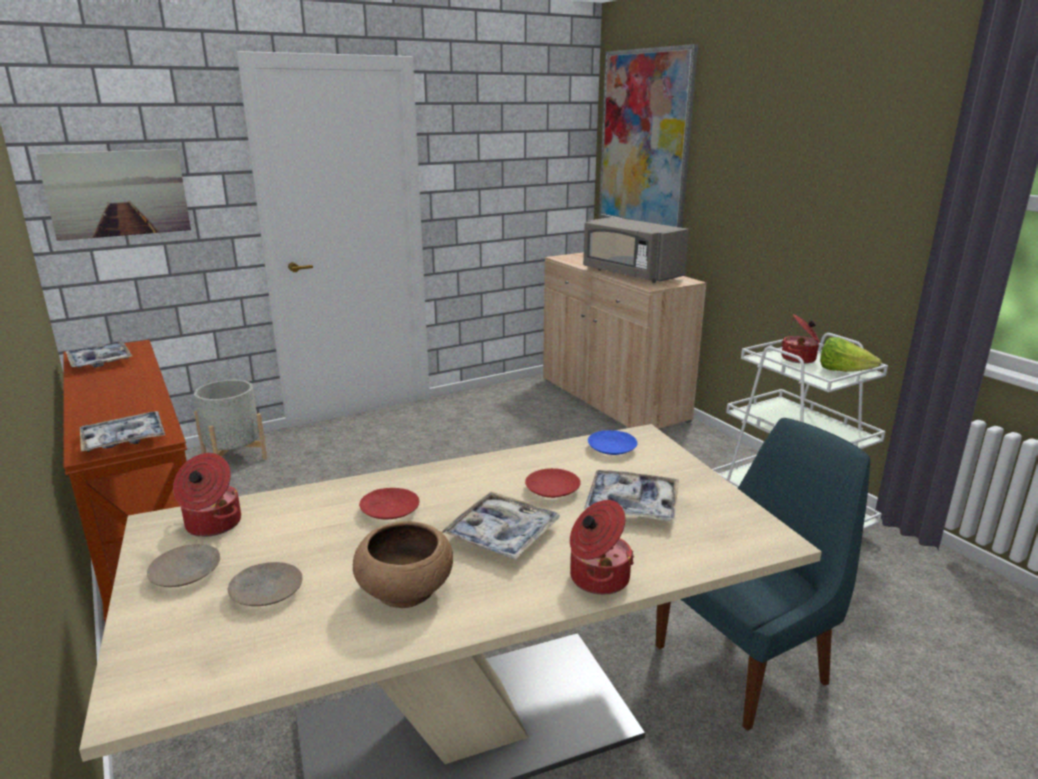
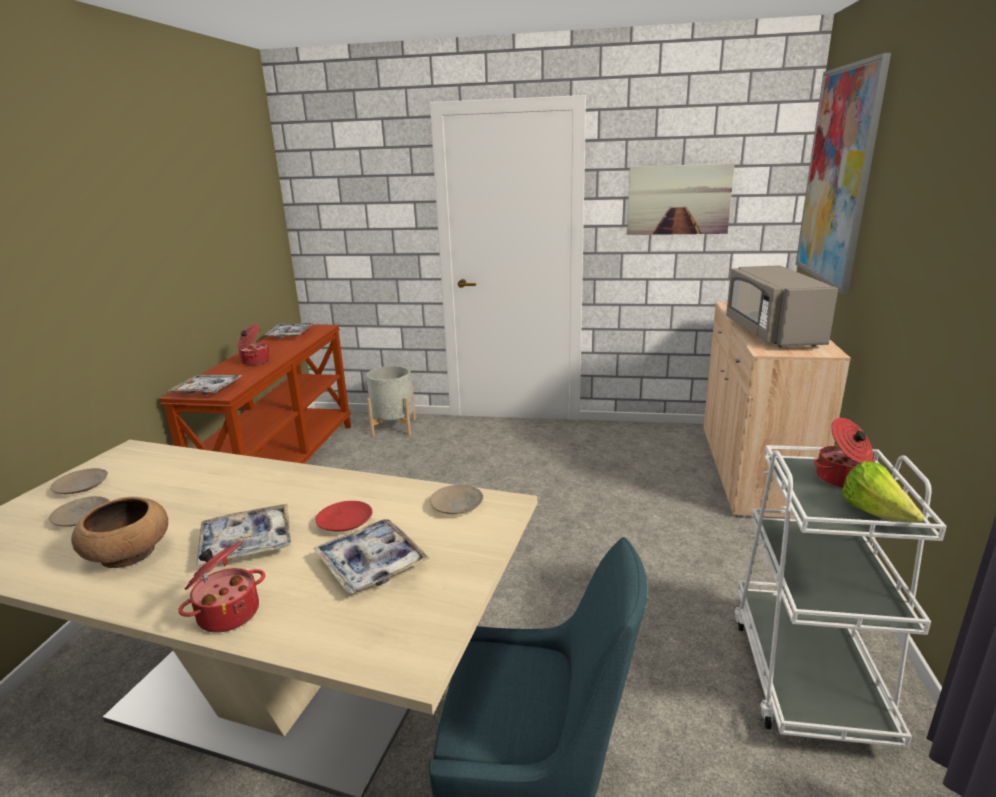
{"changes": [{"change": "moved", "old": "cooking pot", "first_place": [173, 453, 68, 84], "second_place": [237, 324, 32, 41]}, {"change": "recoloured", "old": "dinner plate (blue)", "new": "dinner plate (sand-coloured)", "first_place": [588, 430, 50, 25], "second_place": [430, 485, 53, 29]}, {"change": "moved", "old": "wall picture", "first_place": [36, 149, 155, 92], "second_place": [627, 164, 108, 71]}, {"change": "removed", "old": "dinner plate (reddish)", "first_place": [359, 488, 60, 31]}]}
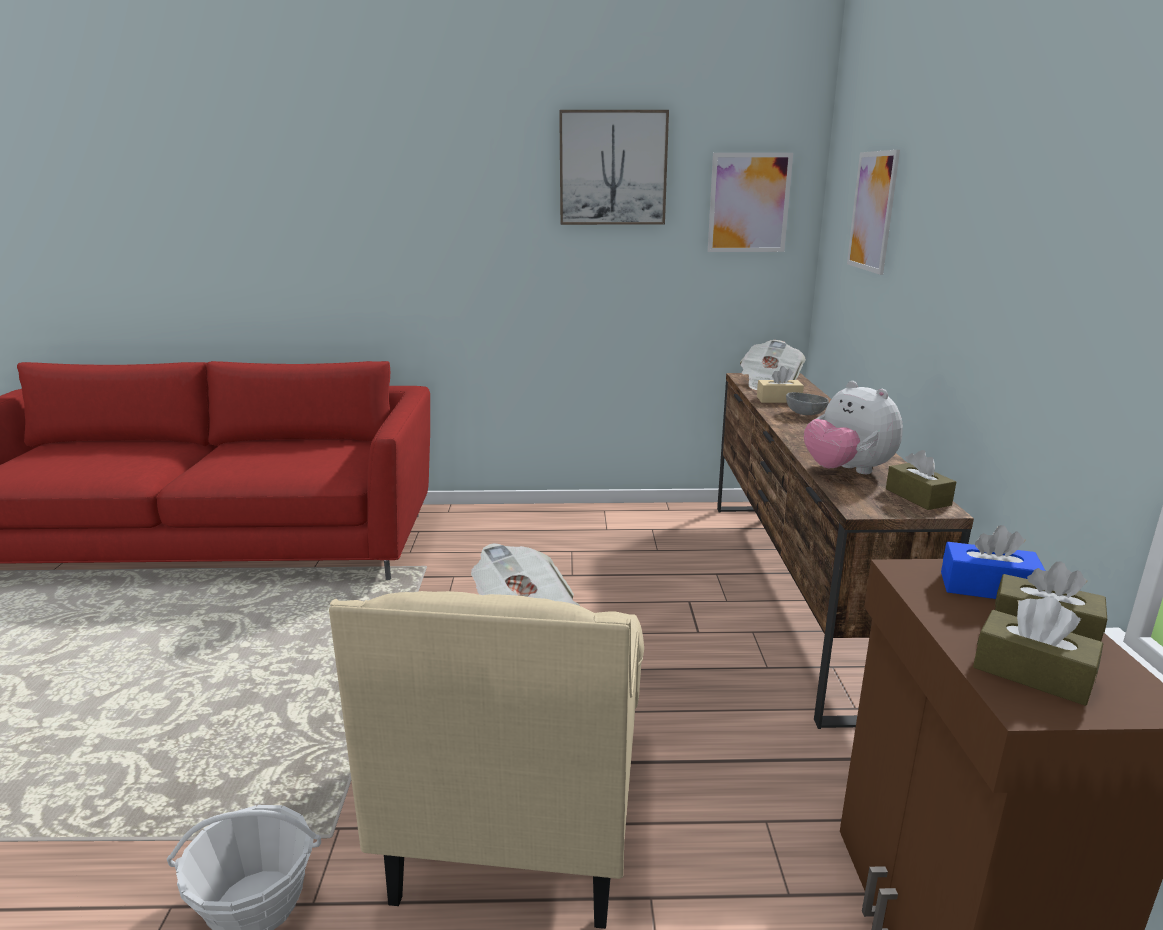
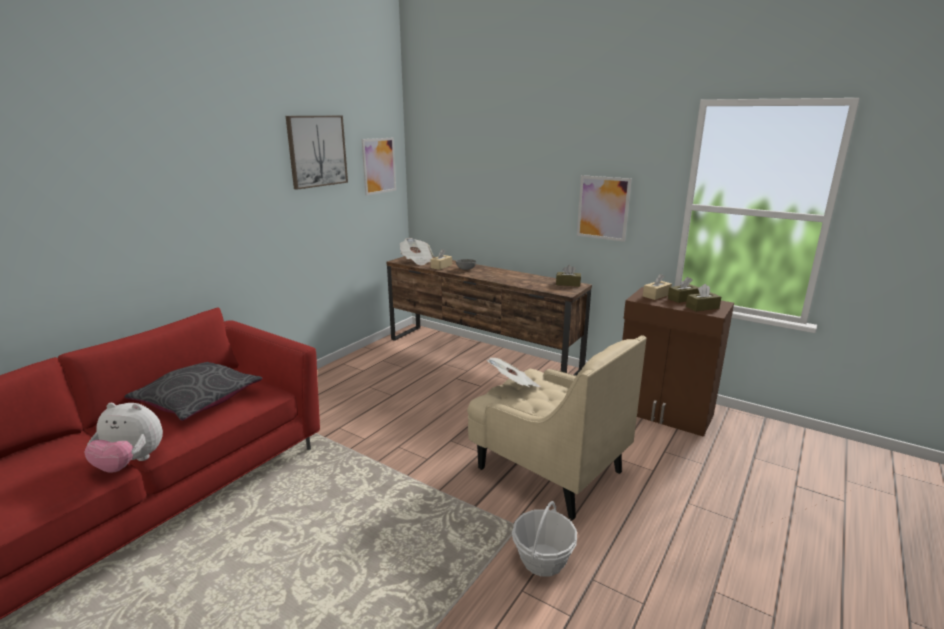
{"changes": [{"change": "moved", "old": "soft toy", "first_place": [804, 381, 99, 93], "second_place": [85, 403, 78, 70]}, {"change": "added", "new": "cushion (grey)", "second_place": [125, 362, 137, 59]}, {"change": "moved", "old": "wall picture", "first_place": [847, 150, 53, 125], "second_place": [577, 175, 55, 67]}, {"change": "recoloured", "old": "tissue box (blue)", "new": "tissue box (sand-coloured)", "first_place": [941, 525, 104, 74], "second_place": [643, 274, 29, 26]}]}
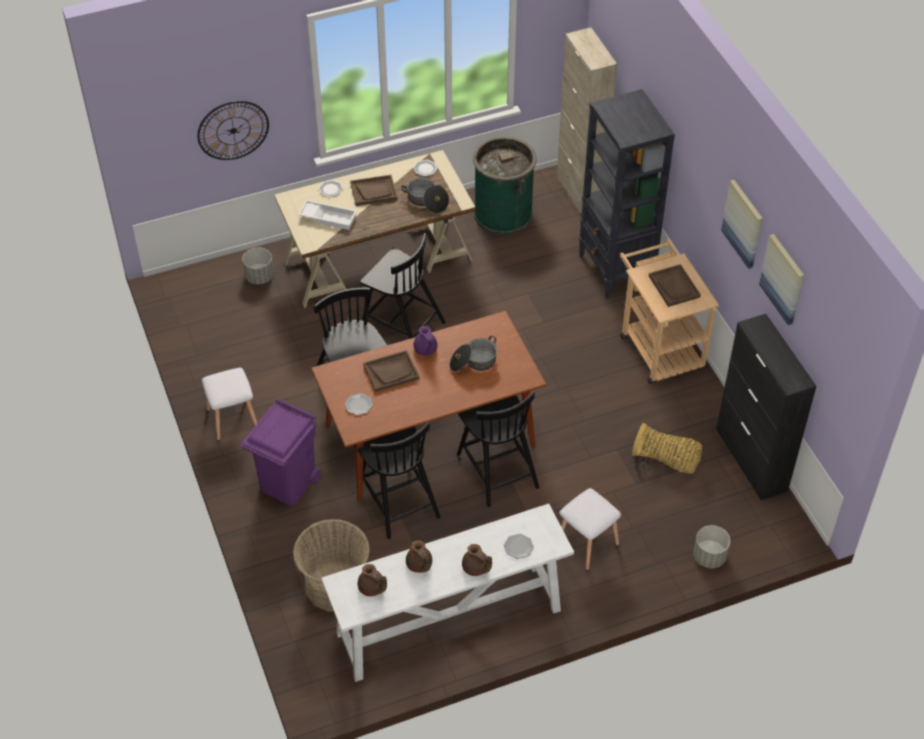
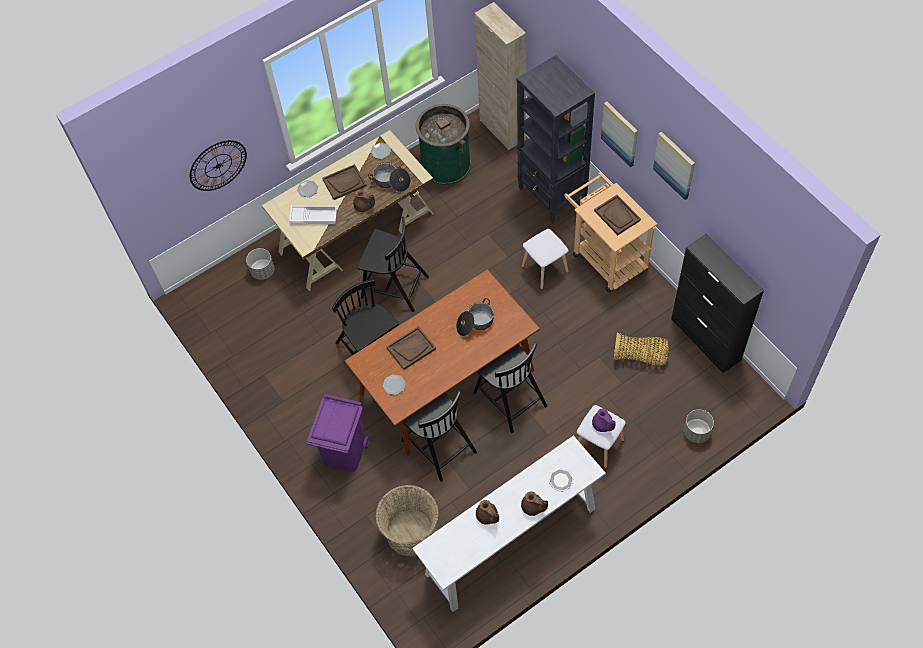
{"changes": [{"change": "moved", "old": "teapot (brown-coloured)", "first_place": [358, 564, 29, 32], "second_place": [353, 189, 22, 23]}, {"change": "moved", "old": "stool (white)", "first_place": [202, 368, 55, 73], "second_place": [522, 229, 47, 60]}, {"change": "moved", "old": "teapot (purple)", "first_place": [414, 326, 23, 30], "second_place": [592, 409, 24, 23]}, {"change": "moved", "old": "wall picture", "first_place": [759, 234, 45, 91], "second_place": [601, 102, 37, 65]}]}
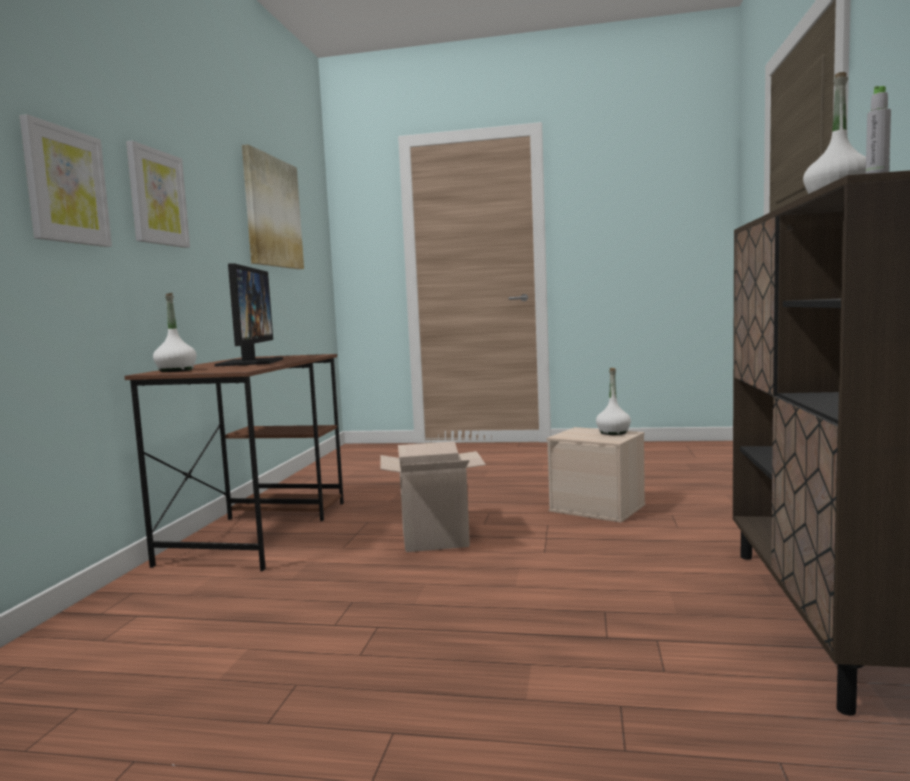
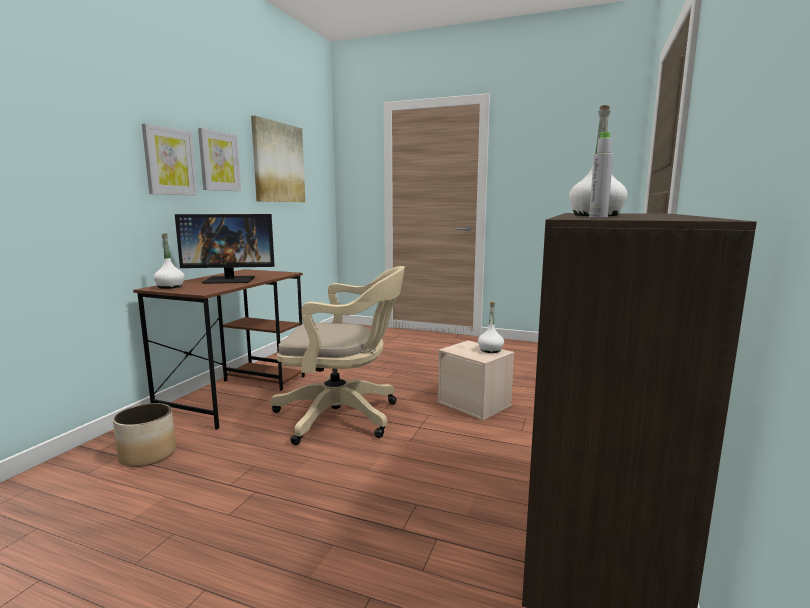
{"changes": [{"change": "added", "new": "plant pot", "second_place": [113, 403, 63, 64]}, {"change": "turned", "old": "monitor", "first_place": [215, 263, 68, 104], "second_place": [175, 214, 100, 70], "degrees": 75}, {"change": "moved", "old": "wall picture", "first_place": [20, 114, 92, 133], "second_place": [198, 128, 43, 63]}, {"change": "replaced", "old": "cardboard box", "new": "desk chair (sand-coloured)", "first_place": [380, 441, 106, 111], "second_place": [270, 266, 135, 179]}]}
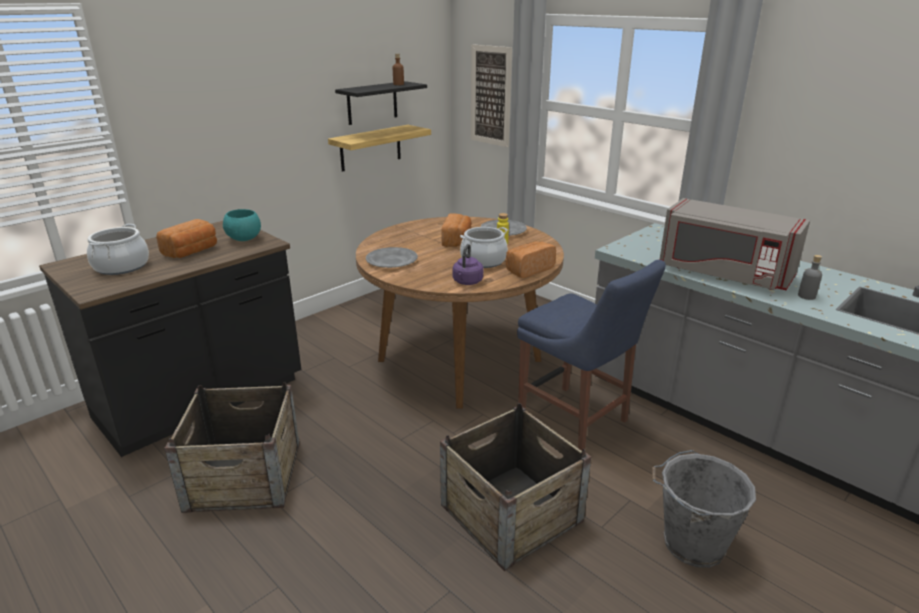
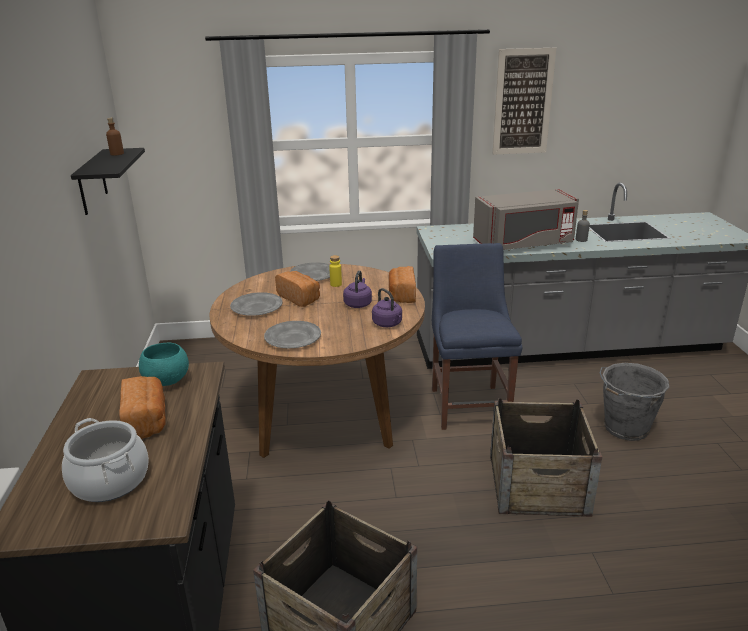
{"changes": [{"change": "added", "new": "dinner plate (grey)", "second_place": [230, 292, 53, 24]}, {"change": "replaced", "old": "cooking pot", "new": "tea kettle (purple)", "first_place": [460, 227, 48, 41], "second_place": [343, 271, 29, 37]}, {"change": "turned", "old": "upright chair (blue)", "first_place": [517, 260, 149, 191], "second_place": [432, 243, 90, 187], "degrees": -90}, {"change": "moved", "old": "wall picture", "first_place": [471, 44, 41, 103], "second_place": [493, 48, 63, 107]}, {"change": "removed", "old": "bracket shelf", "first_place": [328, 125, 103, 47]}]}
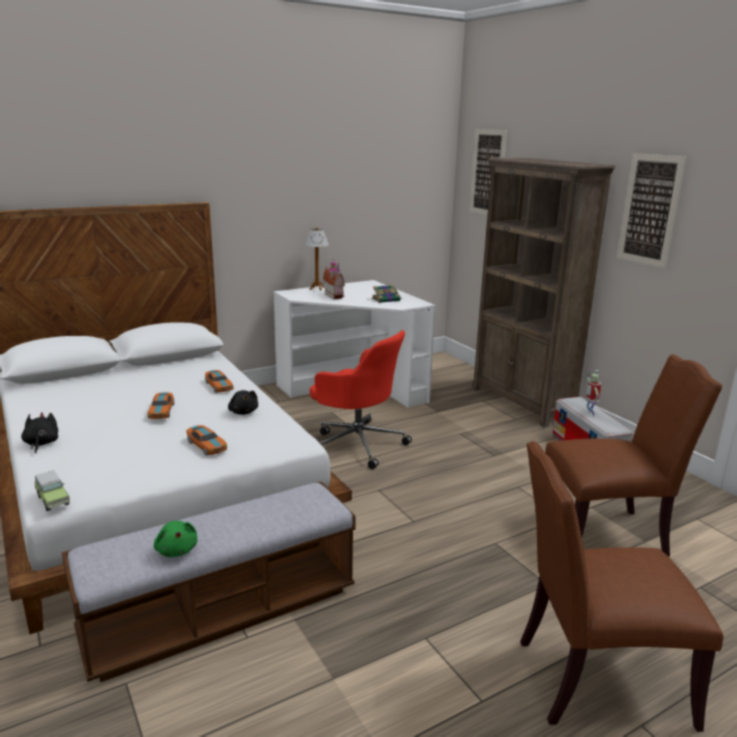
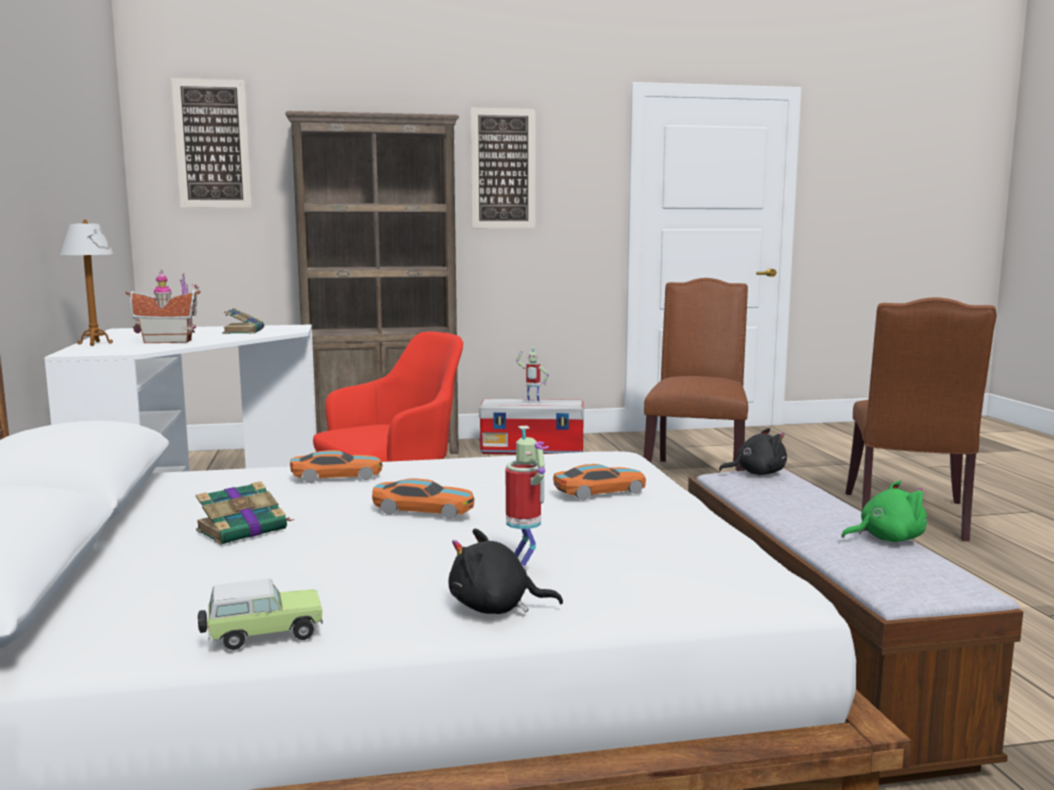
{"changes": [{"change": "added", "new": "volume", "second_place": [196, 481, 98, 64]}, {"change": "moved", "old": "toy car", "first_place": [34, 471, 36, 40], "second_place": [198, 578, 125, 72]}, {"change": "added", "new": "toy robot", "second_place": [506, 426, 43, 145]}, {"change": "moved", "old": "soft toy (black)", "first_place": [228, 390, 30, 25], "second_place": [719, 428, 68, 47]}]}
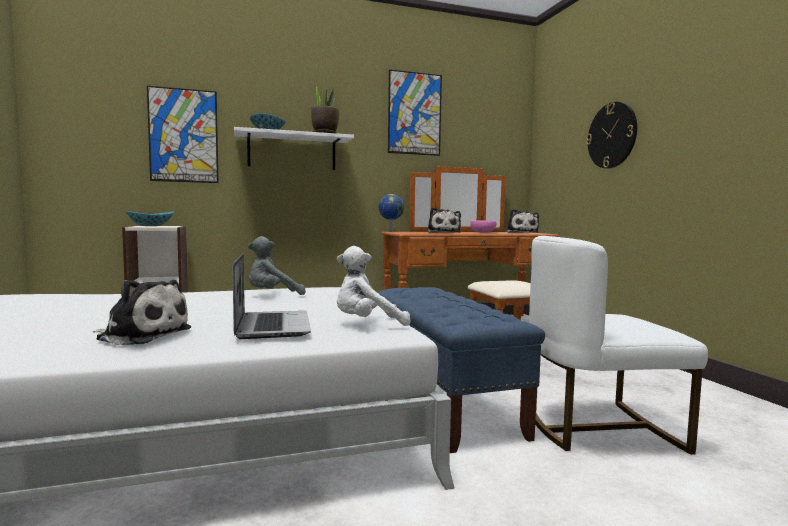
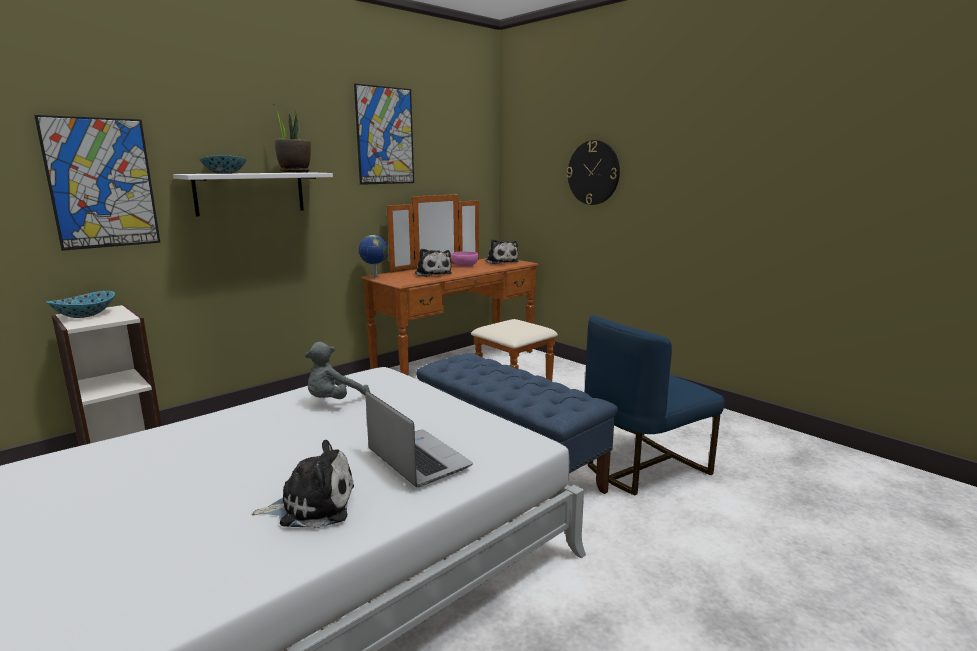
{"changes": [{"change": "recoloured", "old": "upright chair (white)", "new": "upright chair (blue)", "first_place": [529, 236, 179, 219], "second_place": [585, 315, 140, 181]}, {"change": "removed", "old": "soft toy (white)", "first_place": [337, 246, 74, 80]}]}
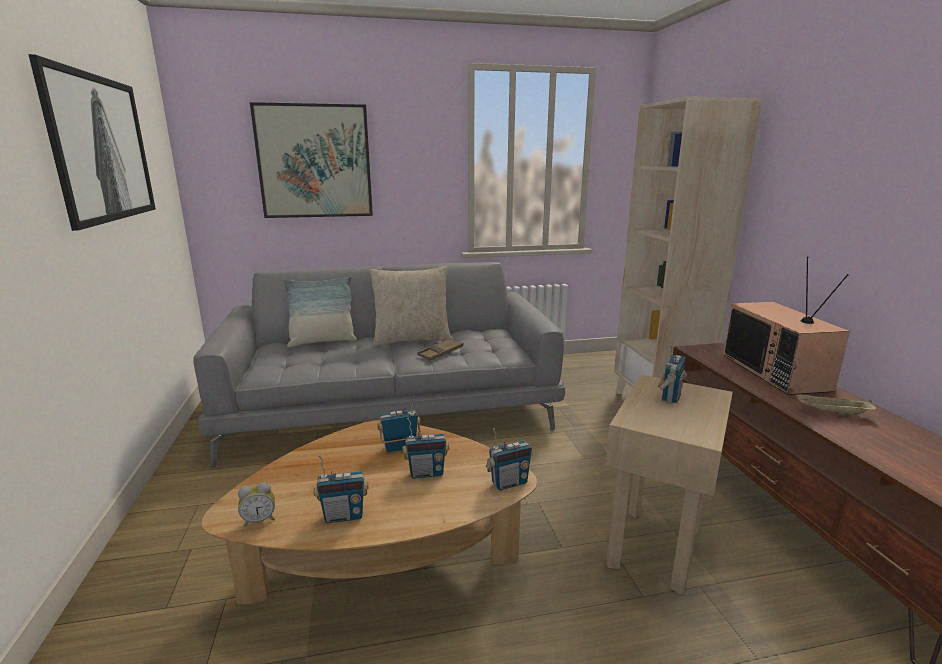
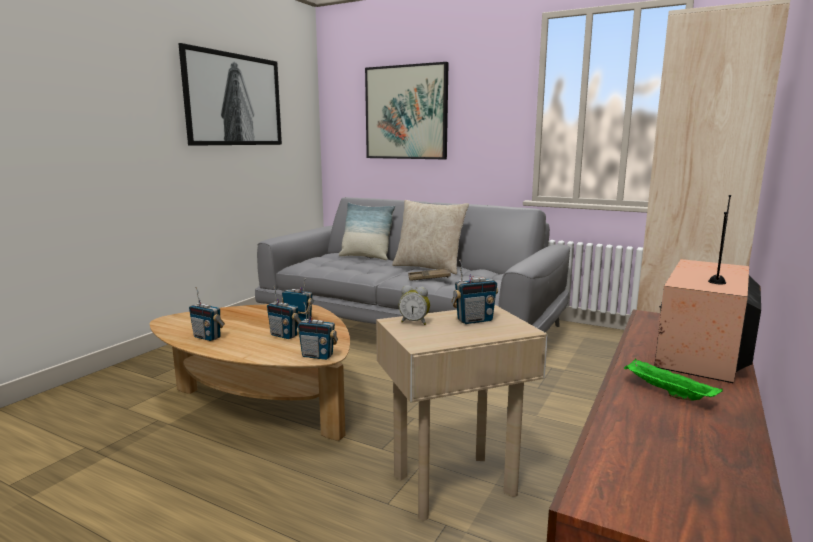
{"changes": [{"change": "moved", "old": "alarm clock", "first_place": [238, 482, 37, 45], "second_place": [399, 285, 31, 40]}, {"change": "recoloured", "old": "carrying tray (sand-coloured)", "new": "carrying tray (green)", "first_place": [796, 394, 82, 22], "second_place": [624, 359, 99, 42]}]}
